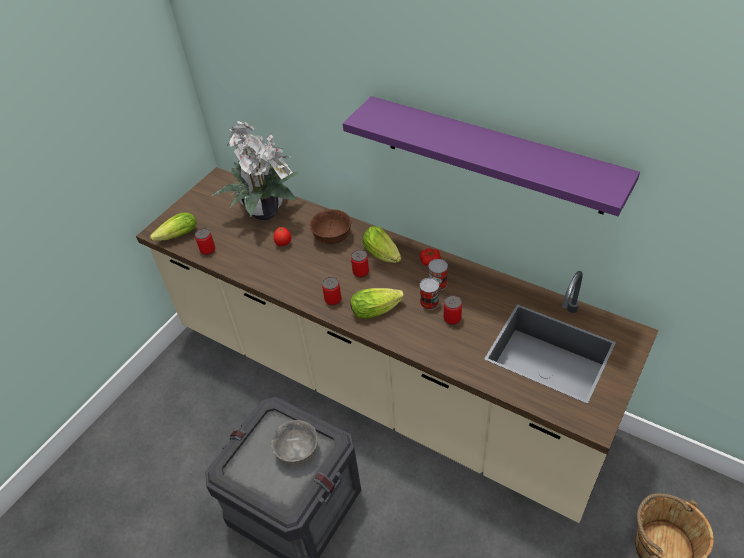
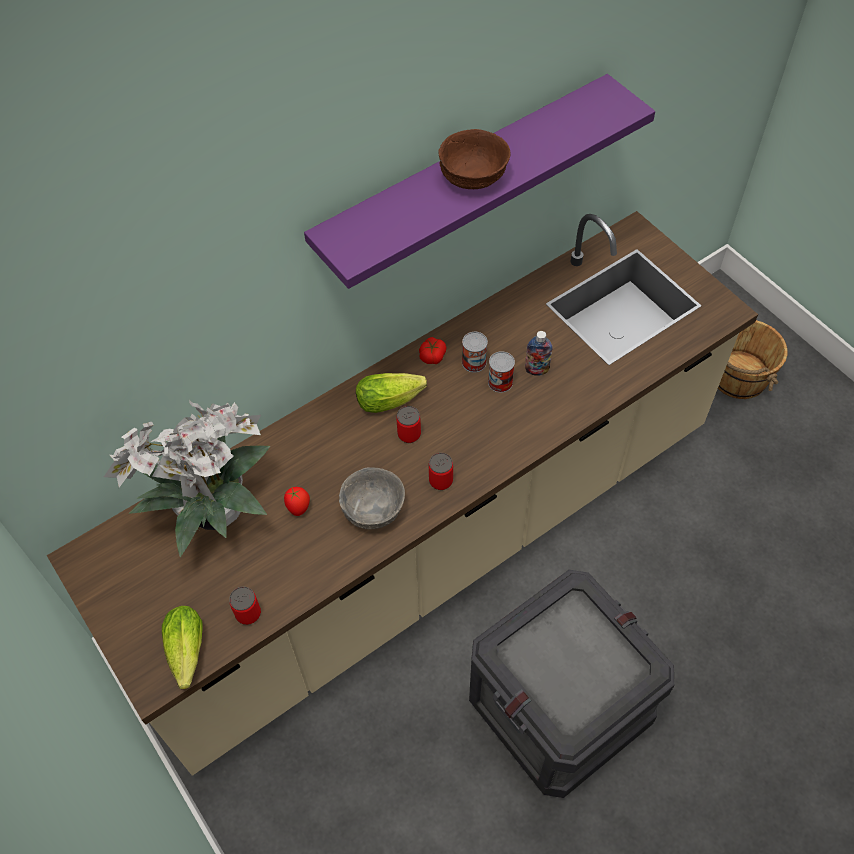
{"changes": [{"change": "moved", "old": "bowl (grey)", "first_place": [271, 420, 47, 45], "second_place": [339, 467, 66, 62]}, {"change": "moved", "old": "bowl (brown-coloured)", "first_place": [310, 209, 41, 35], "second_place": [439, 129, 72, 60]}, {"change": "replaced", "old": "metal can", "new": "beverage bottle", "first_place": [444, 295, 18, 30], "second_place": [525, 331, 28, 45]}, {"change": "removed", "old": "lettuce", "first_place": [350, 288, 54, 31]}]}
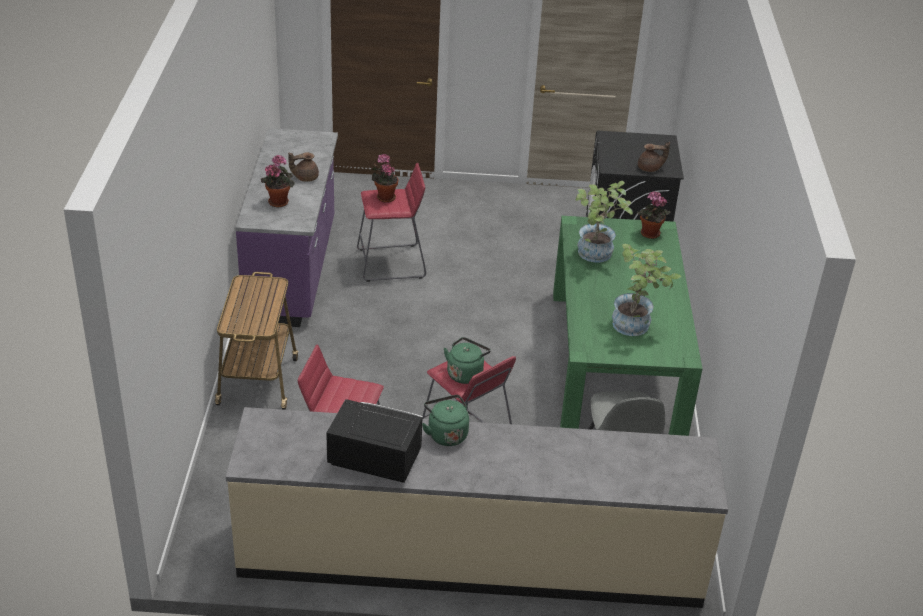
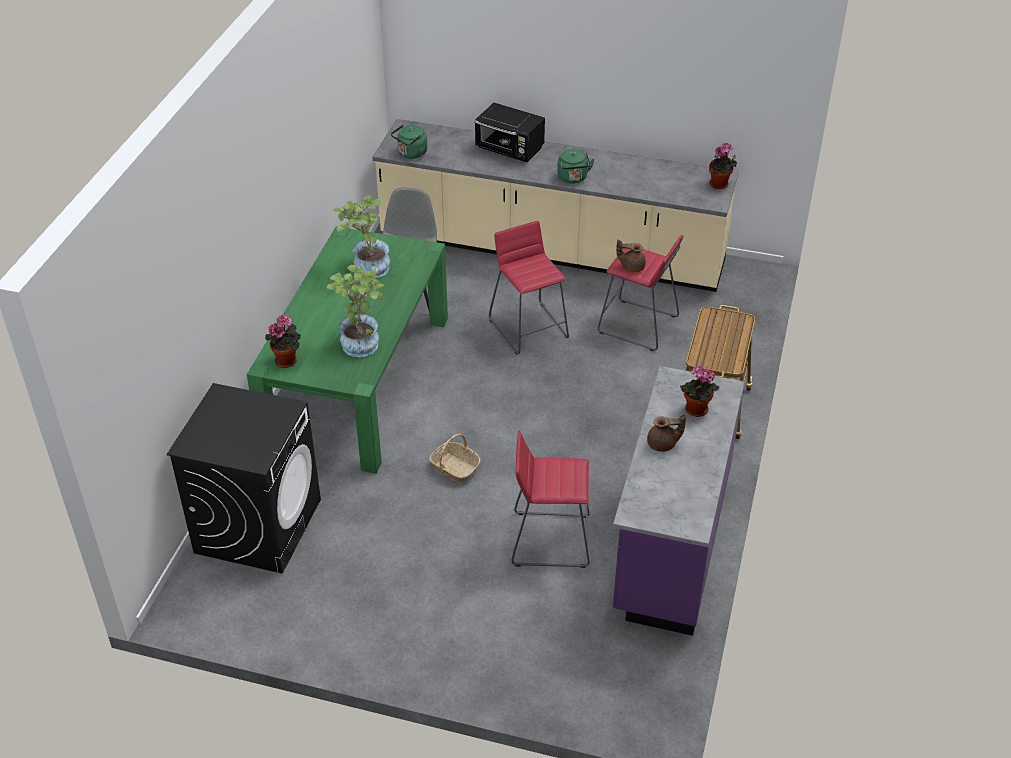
{"changes": [{"change": "moved", "old": "tea kettle (green)", "first_place": [444, 337, 47, 47], "second_place": [391, 125, 36, 34]}, {"change": "added", "new": "storage basket", "second_place": [429, 434, 52, 49]}, {"change": "moved", "old": "kitchen microwave (black)", "first_place": [326, 399, 97, 84], "second_place": [474, 103, 71, 59]}, {"change": "moved", "old": "teapot (brown-coloured)", "first_place": [638, 142, 32, 30], "second_place": [616, 239, 30, 34]}, {"change": "moved", "old": "potted plant", "first_place": [372, 154, 26, 49], "second_place": [709, 142, 28, 47]}]}
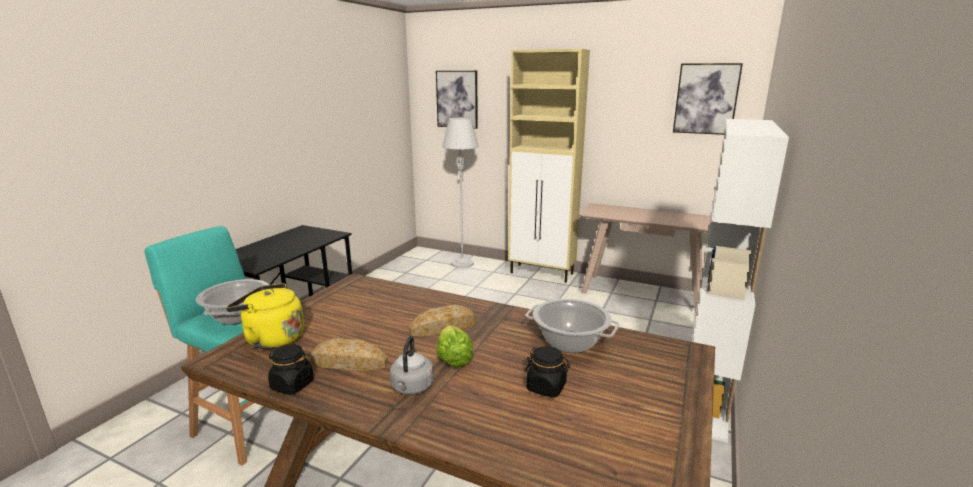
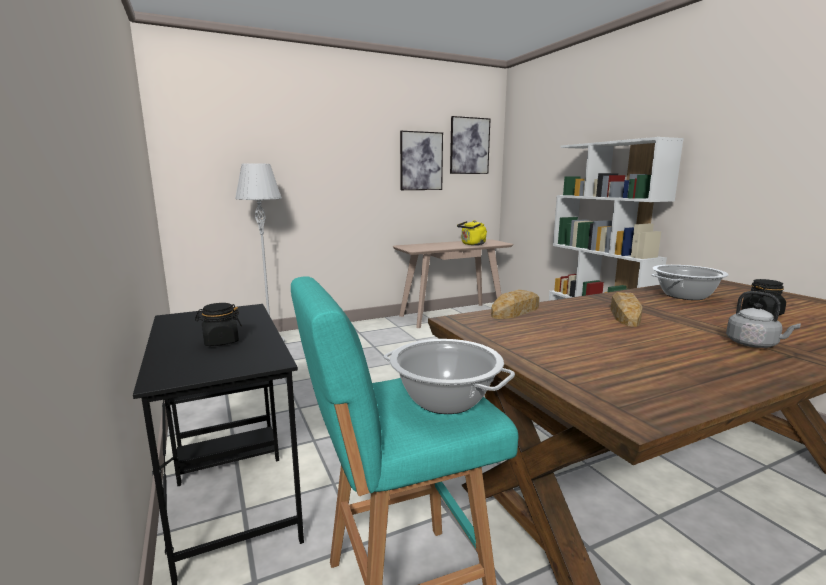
{"changes": [{"change": "moved", "old": "storage jar (black)", "first_place": [268, 344, 46, 51], "second_place": [195, 303, 47, 43]}, {"change": "moved", "old": "wall picture", "first_place": [436, 71, 42, 58], "second_place": [400, 131, 43, 59]}, {"change": "moved", "old": "tea kettle (yellow)", "first_place": [226, 283, 78, 66], "second_place": [457, 220, 30, 25]}, {"change": "moved", "old": "baked bread", "first_place": [310, 338, 78, 33], "second_place": [491, 290, 48, 29]}, {"change": "removed", "old": "lettuce", "first_place": [436, 325, 38, 42]}, {"change": "removed", "old": "storage cabinet (sand-coloured)", "first_place": [508, 49, 82, 234]}]}
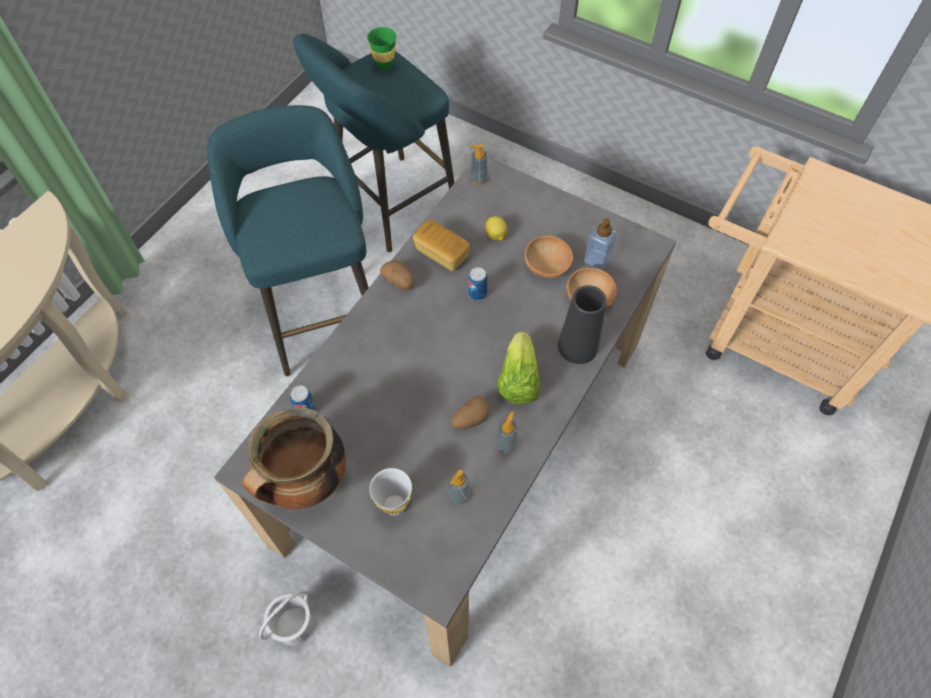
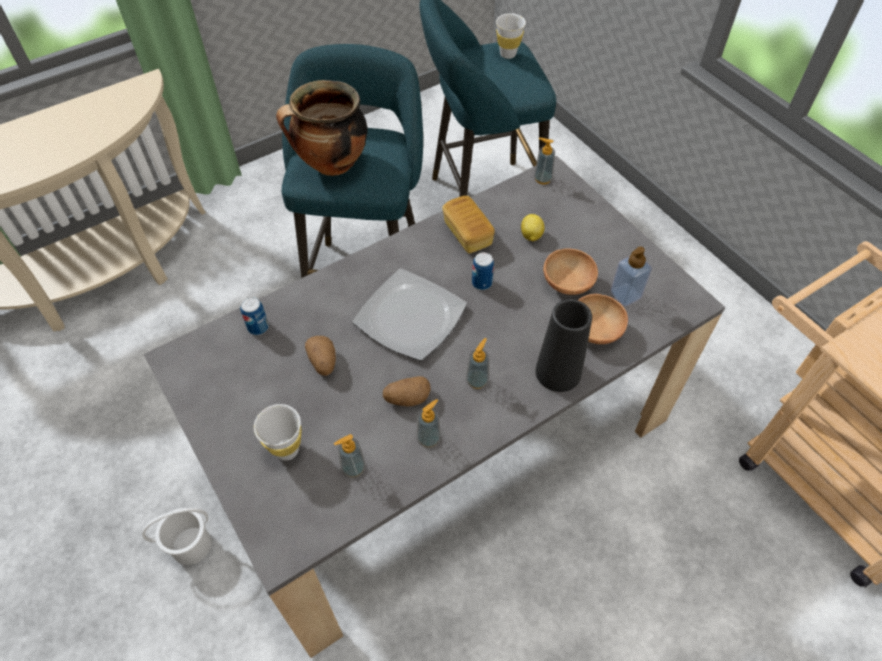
{"changes": [{"change": "moved", "old": "cooking pot", "first_place": [242, 407, 104, 102], "second_place": [276, 80, 91, 96]}, {"change": "moved", "old": "whole potato", "first_place": [380, 260, 34, 30], "second_place": [305, 336, 31, 40]}, {"change": "added", "new": "dinner plate", "second_place": [353, 269, 114, 92]}, {"change": "replaced", "old": "lettuce", "new": "liquid soap bottle", "first_place": [497, 332, 43, 72], "second_place": [466, 338, 23, 51]}, {"change": "recoloured", "old": "small cup (green)", "new": "small cup (white)", "first_place": [367, 27, 29, 44], "second_place": [496, 13, 30, 46]}]}
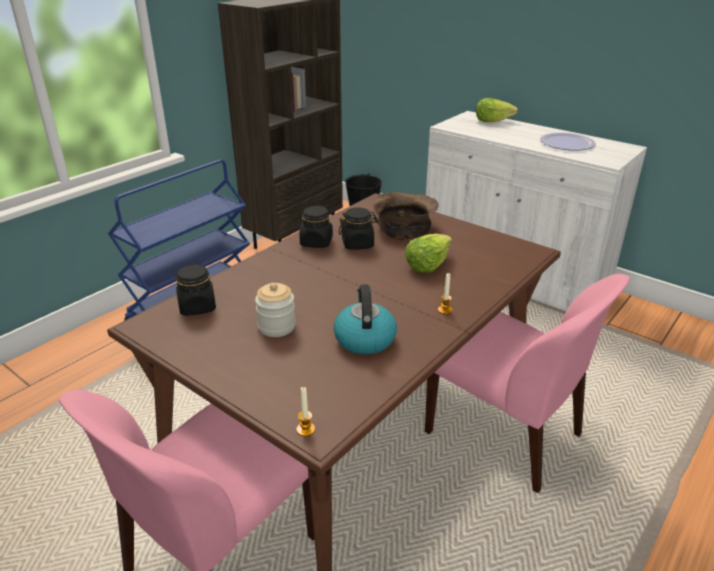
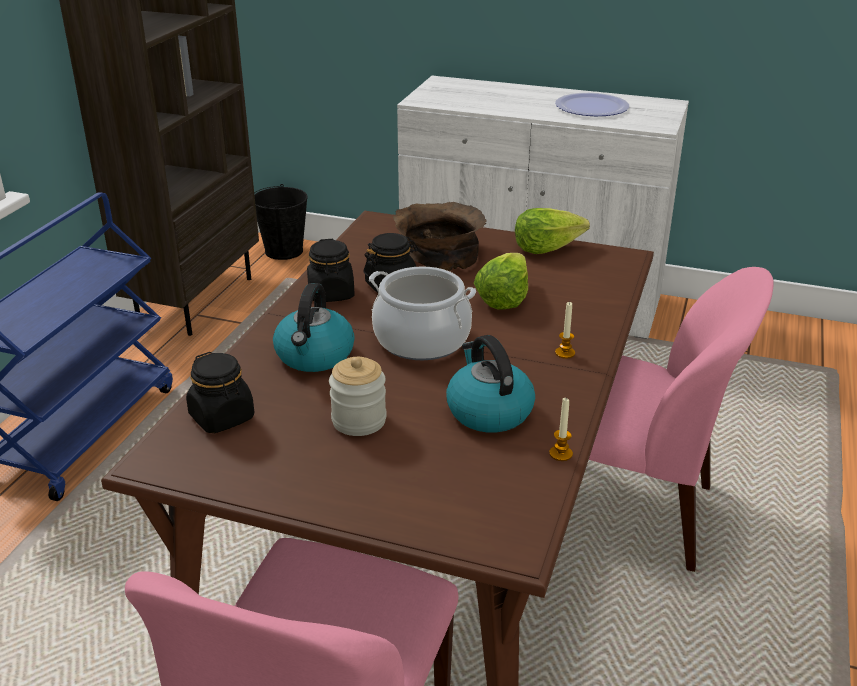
{"changes": [{"change": "added", "new": "tea kettle", "second_place": [273, 283, 82, 89]}, {"change": "added", "new": "cooking pot", "second_place": [369, 266, 107, 94]}, {"change": "moved", "old": "lettuce", "first_place": [476, 98, 42, 24], "second_place": [515, 208, 75, 46]}, {"change": "moved", "old": "candle", "first_place": [296, 387, 19, 50], "second_place": [549, 398, 24, 63]}]}
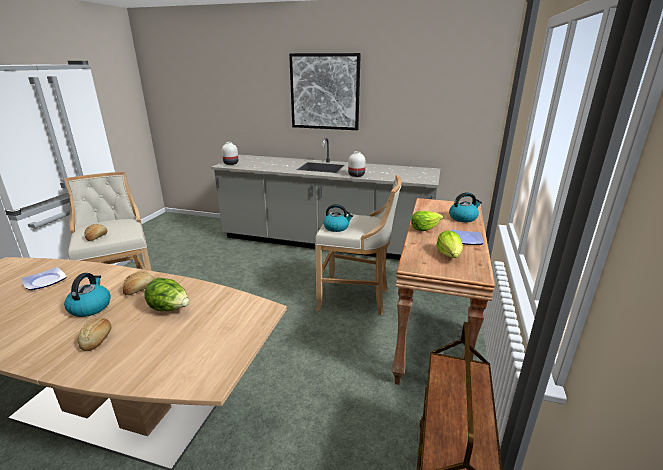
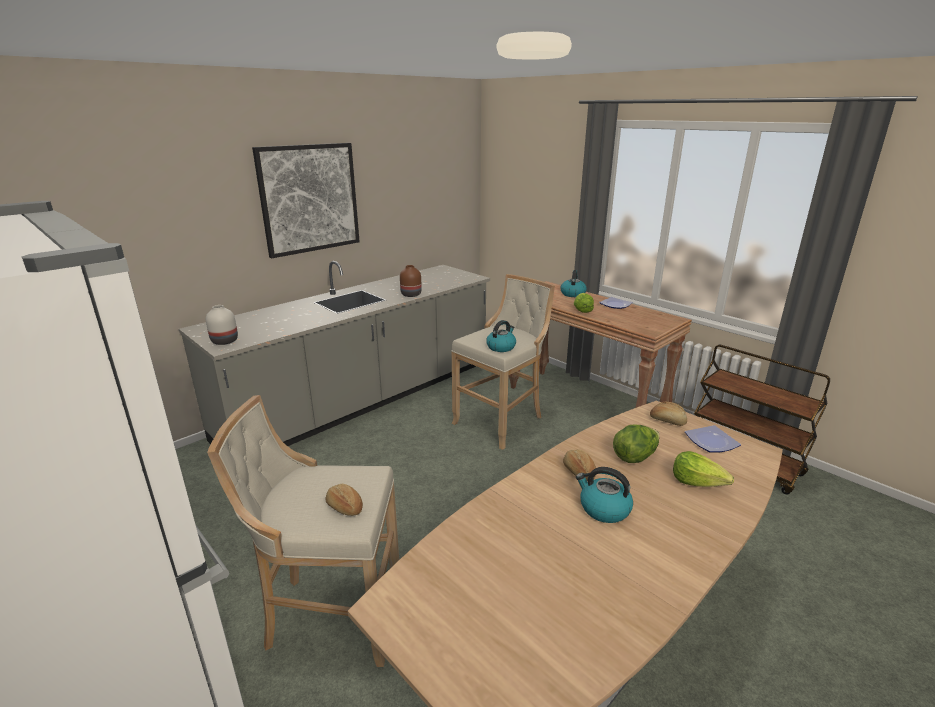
{"changes": [{"change": "recoloured", "old": "decorative vase (white)", "new": "decorative vase (brown-coloured)", "first_place": [348, 151, 18, 26], "second_place": [400, 265, 22, 32]}, {"change": "moved", "old": "baked bread", "first_place": [78, 318, 33, 33], "second_place": [650, 402, 37, 24]}, {"change": "moved", "old": "lettuce", "first_place": [436, 231, 27, 27], "second_place": [673, 451, 61, 36]}, {"change": "moved", "old": "dinner plate", "first_place": [21, 267, 46, 23], "second_place": [685, 425, 56, 28]}]}
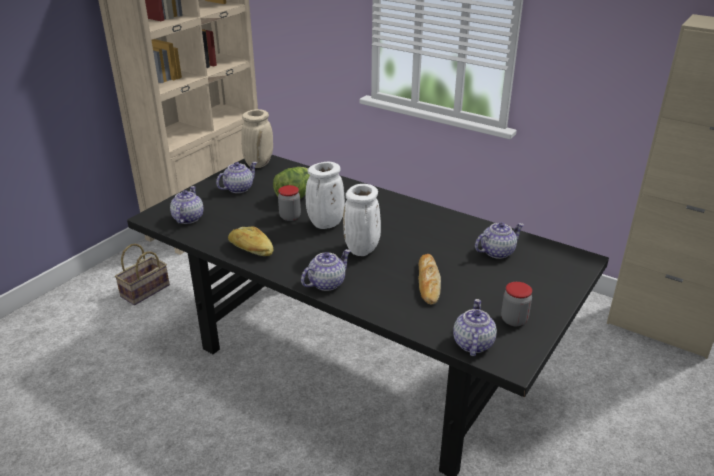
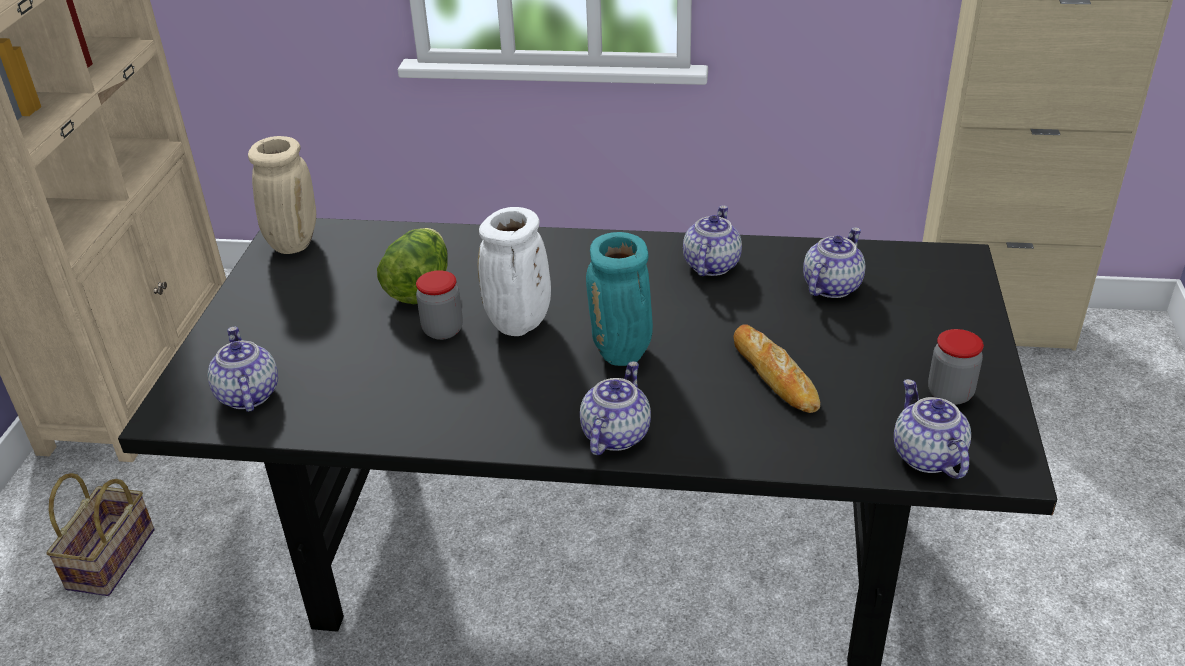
{"changes": [{"change": "recoloured", "old": "decorative vase (white)", "new": "decorative vase (turquoise)", "first_place": [343, 184, 38, 72], "second_place": [586, 232, 67, 134]}, {"change": "moved", "old": "teapot", "first_place": [216, 162, 42, 31], "second_place": [683, 205, 59, 71]}, {"change": "removed", "old": "baked bread", "first_place": [228, 226, 45, 30]}]}
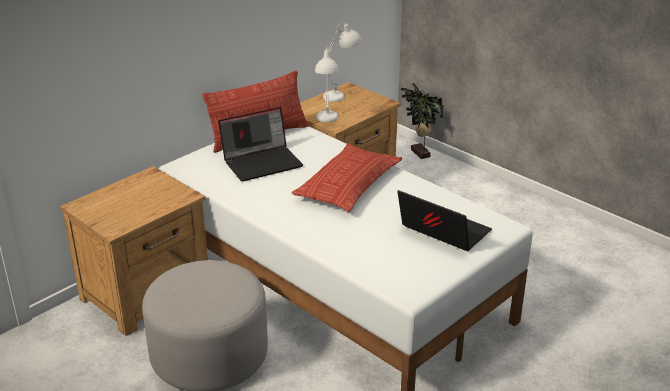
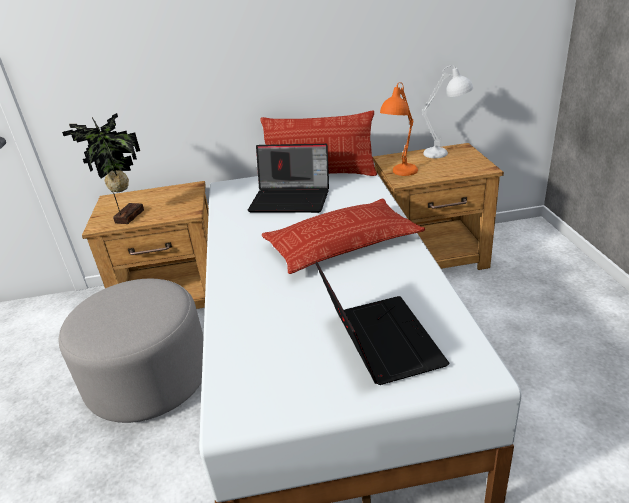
{"changes": [{"change": "moved", "old": "potted plant", "first_place": [401, 82, 43, 77], "second_place": [62, 113, 82, 111]}, {"change": "recoloured", "old": "tabletop lamp (white)", "new": "tabletop lamp (orange)", "first_place": [315, 48, 24, 74], "second_place": [380, 82, 38, 94]}]}
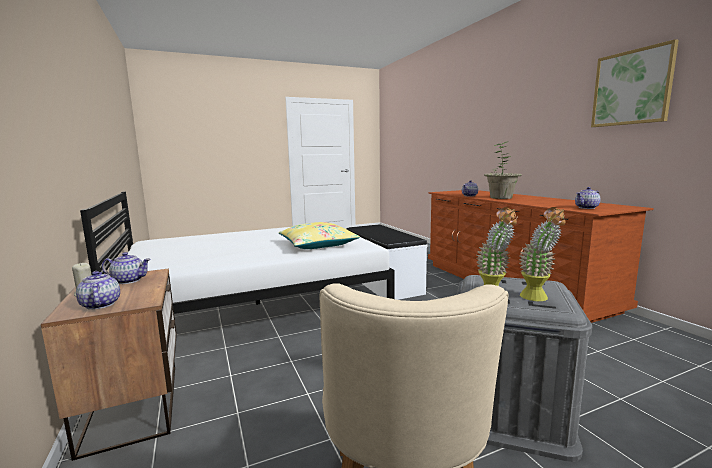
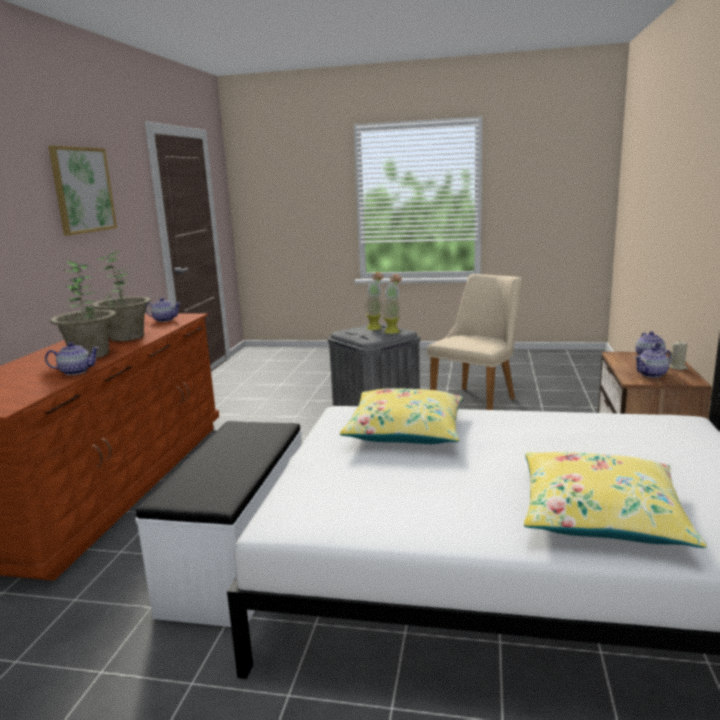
{"changes": [{"change": "added", "new": "potted plant", "second_place": [92, 251, 59, 90]}, {"change": "added", "new": "cushion (yellow)", "second_place": [524, 452, 183, 96]}, {"change": "turned", "old": "teapot", "first_place": [102, 252, 49, 32], "second_place": [634, 347, 38, 31], "degrees": -60}]}
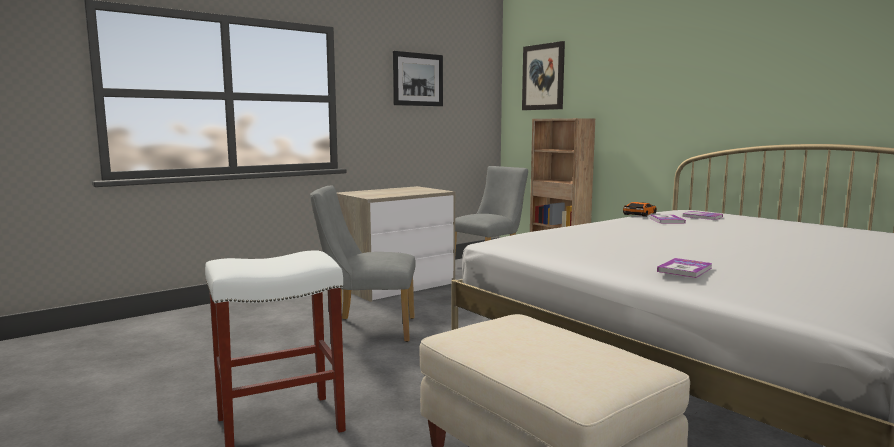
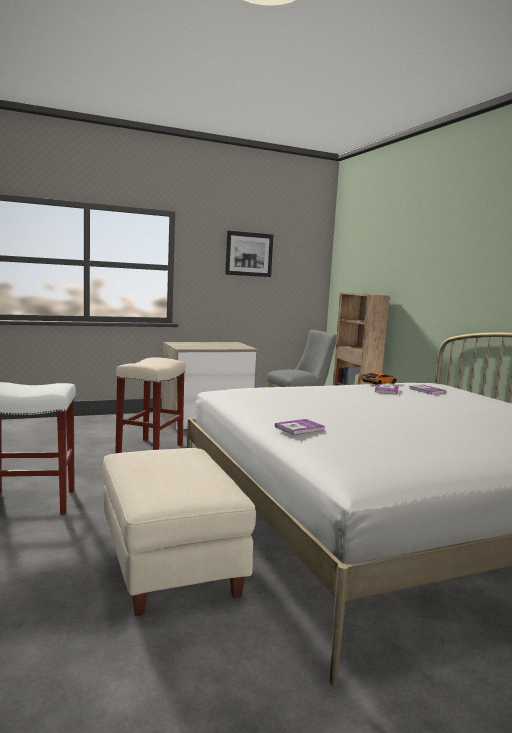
{"changes": [{"change": "replaced", "old": "upright chair (grey)", "new": "stool (sand-coloured)", "first_place": [310, 185, 106, 157], "second_place": [115, 357, 71, 96]}, {"change": "removed", "old": "wall picture", "first_place": [522, 41, 43, 69]}]}
